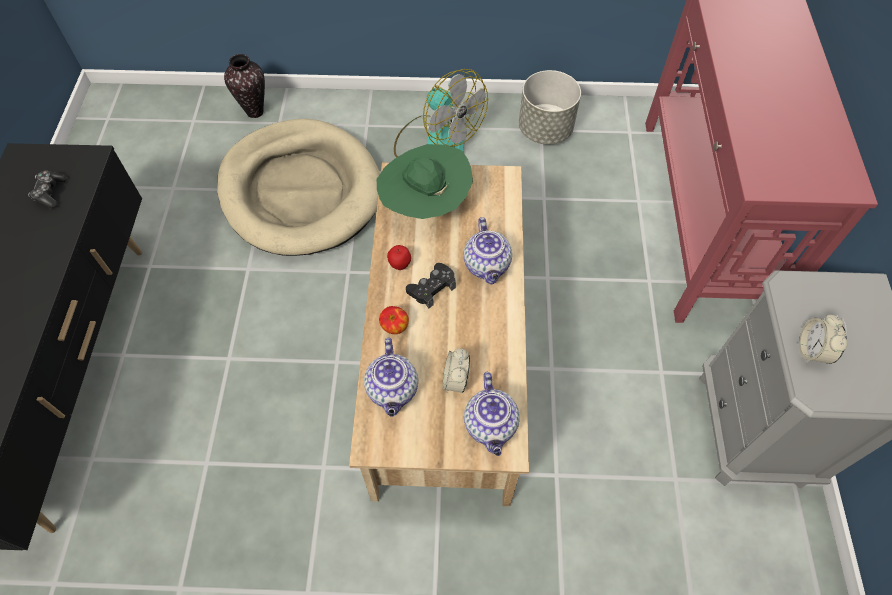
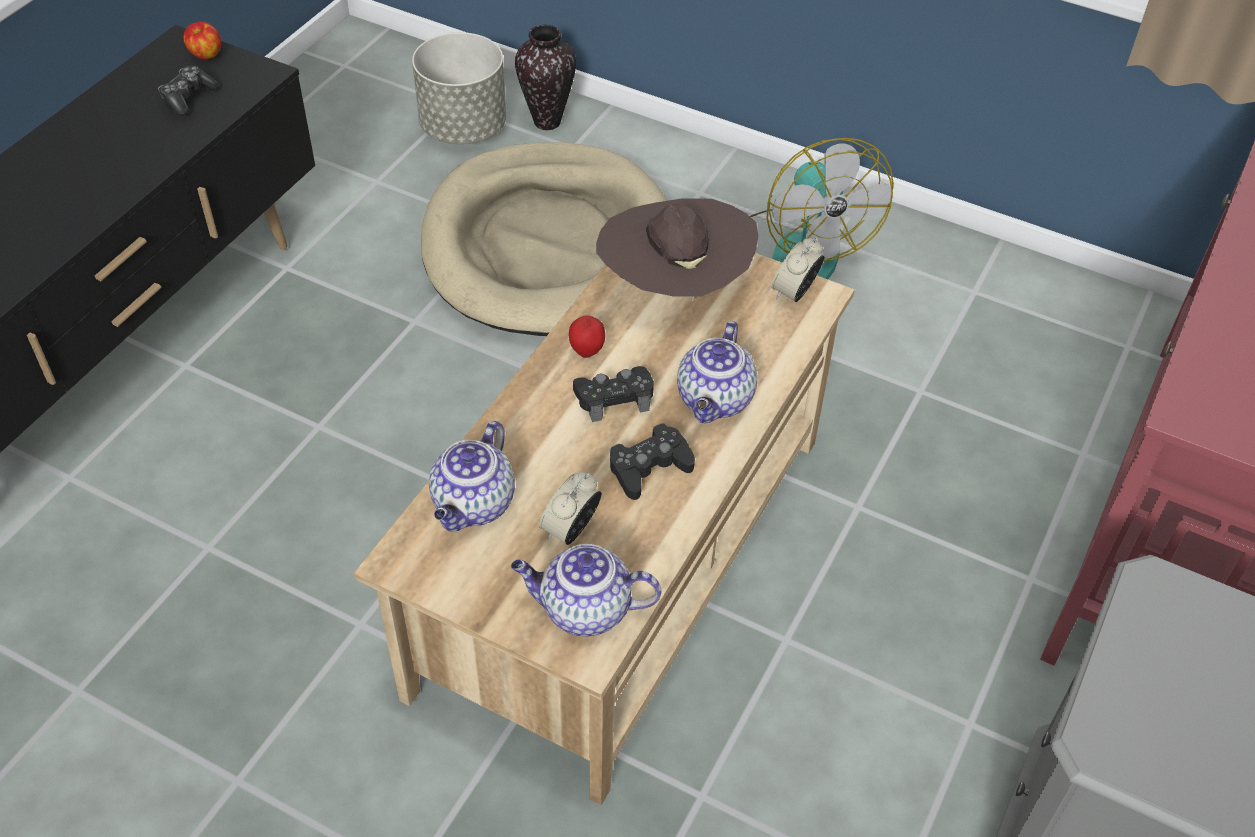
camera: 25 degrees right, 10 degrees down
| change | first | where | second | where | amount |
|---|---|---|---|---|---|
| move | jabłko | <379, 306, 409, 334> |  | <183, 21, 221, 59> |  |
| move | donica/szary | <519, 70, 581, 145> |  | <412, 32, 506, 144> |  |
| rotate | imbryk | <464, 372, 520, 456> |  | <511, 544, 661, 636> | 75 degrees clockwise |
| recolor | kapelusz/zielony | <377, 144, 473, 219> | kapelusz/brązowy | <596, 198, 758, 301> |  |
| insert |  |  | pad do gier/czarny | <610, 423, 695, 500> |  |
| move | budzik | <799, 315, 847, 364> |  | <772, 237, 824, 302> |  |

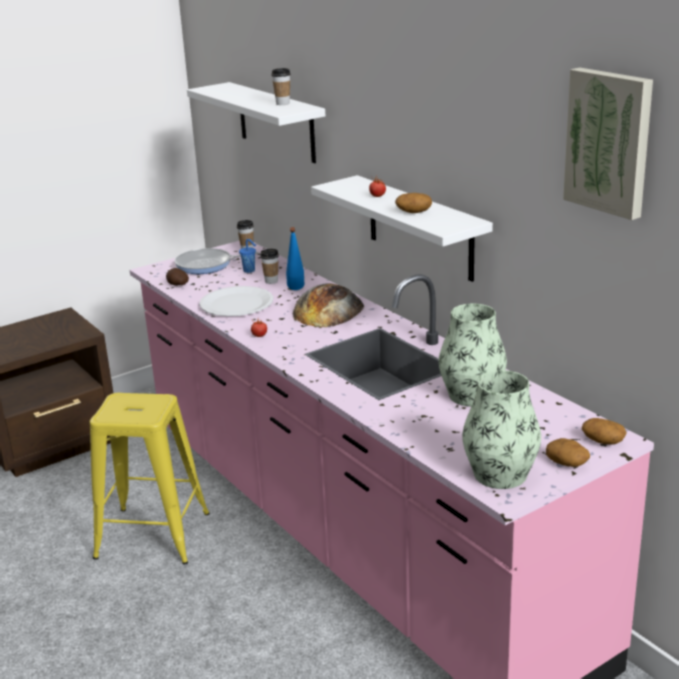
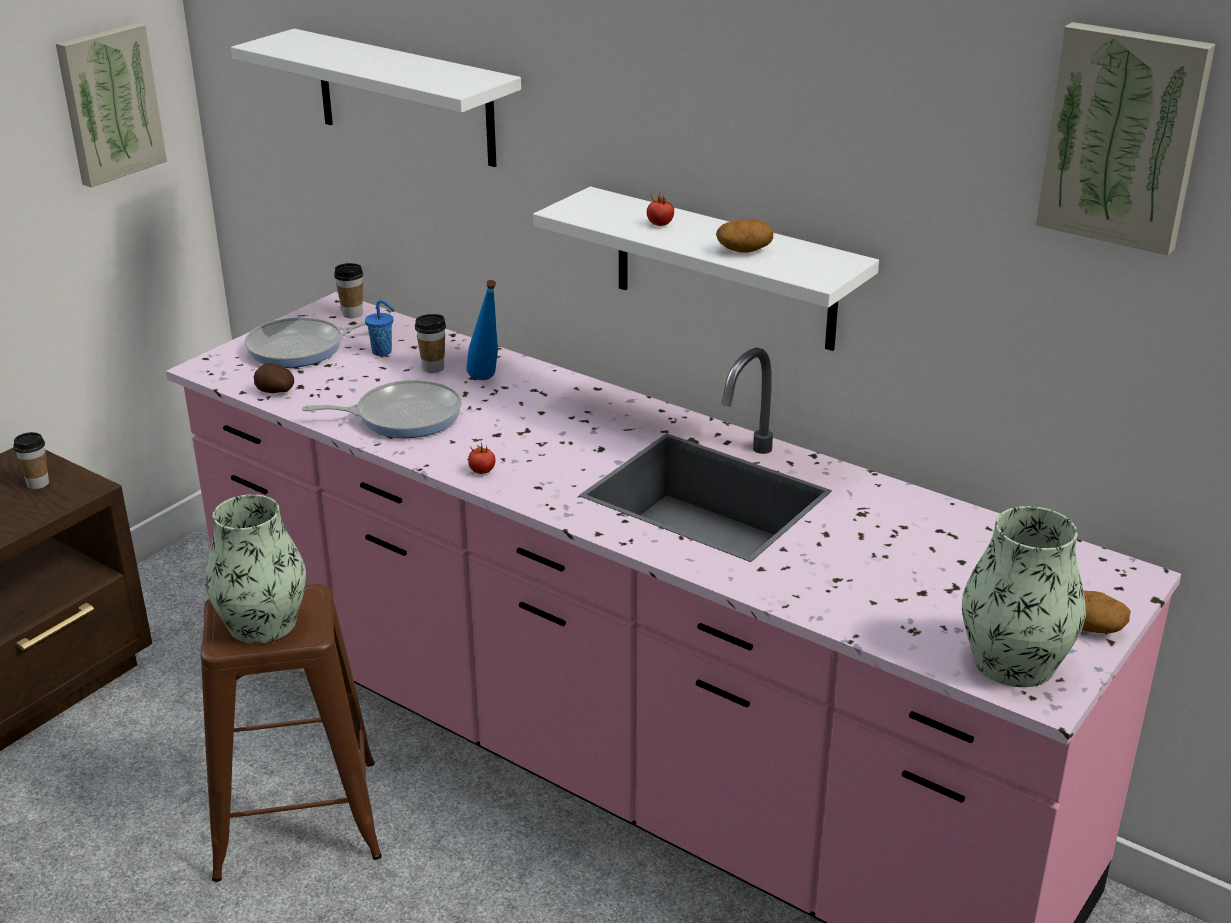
camera: 20 degrees left, 5 degrees up
| change | first | where | second | where | amount |
|---|---|---|---|---|---|
| move | filiżanka | <271, 68, 291, 105> |  | <13, 432, 49, 489> |  |
| insert |  |  | obraz | <56, 23, 167, 187> |  |
| recolor | stołek/żółty | <90, 393, 210, 564> | stołek/brązowy | <201, 584, 382, 882> |  |
| move | wazon | <439, 304, 507, 407> |  | <205, 494, 306, 644> |  |
| replace | talerz/biały | <199, 286, 273, 316> | patelnia | <302, 379, 462, 438> |  |
| delete | chleb | <293, 283, 365, 327> |  |  |  |
| delete | ziemniak | <582, 418, 627, 444> |  |  |  |

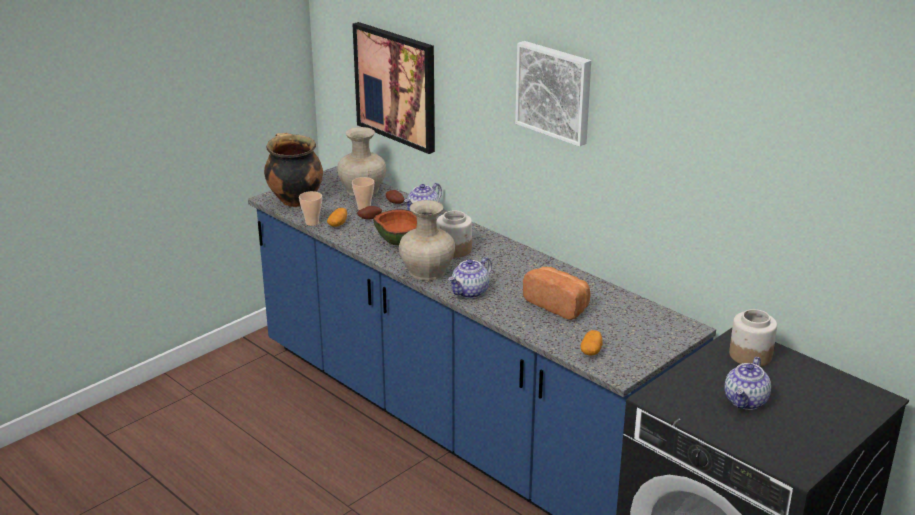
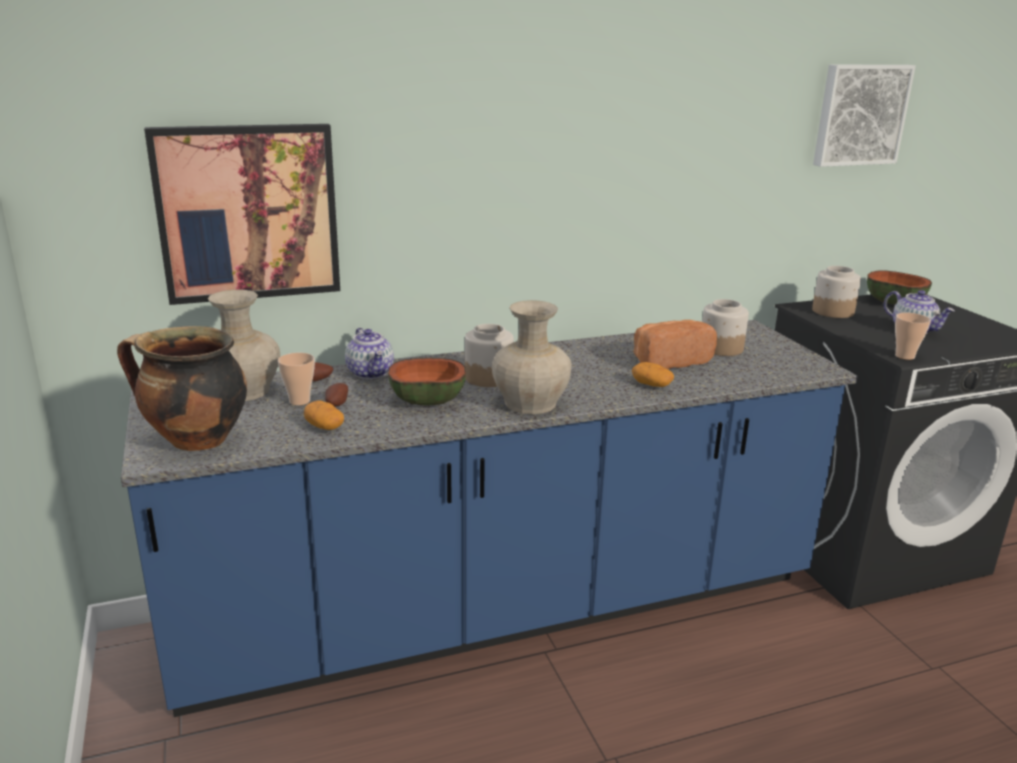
camera: 65 degrees left, 5 degrees down
| change | first | where | second | where | amount |
|---|---|---|---|---|---|
| move | ziemniak | <581, 330, 603, 356> |  | <632, 362, 674, 387> |  |
| insert |  |  | słoik | <702, 299, 749, 356> |  |
| move | obraz | <515, 41, 591, 147> |  | <813, 65, 916, 167> |  |
| insert |  |  | miska | <867, 271, 932, 305> |  |
| move | filiżanka | <299, 191, 322, 226> |  | <895, 313, 931, 360> |  |
| delete | imbryk | <448, 257, 492, 298> |  |  |  |

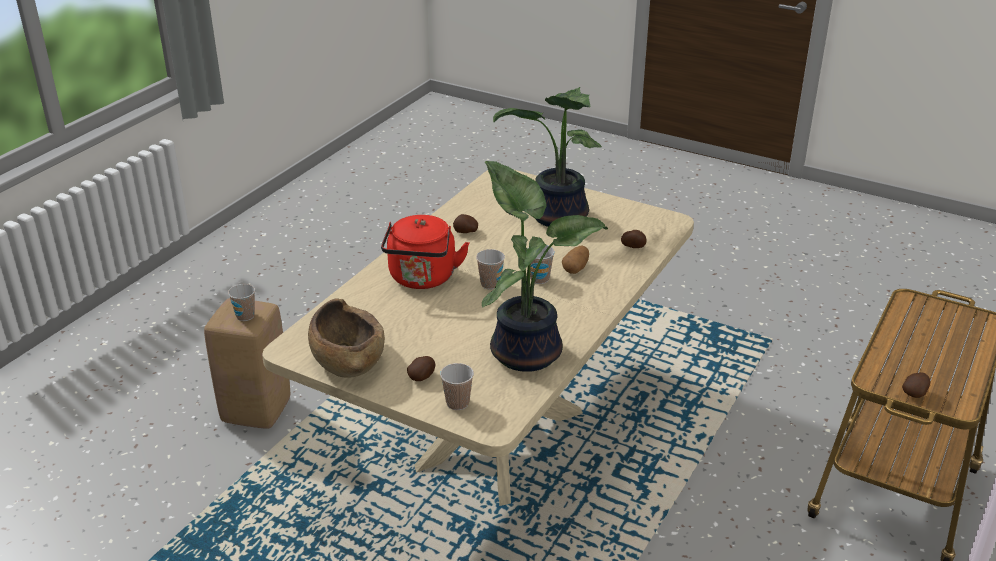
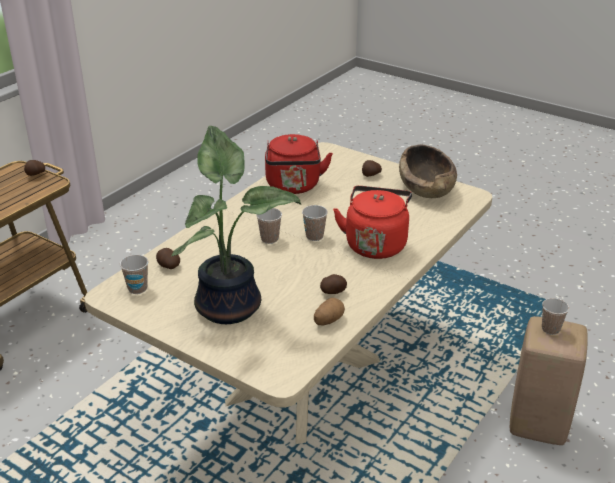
camera: 175 degrees left, 0 degrees up
| change | first | where | second | where | amount |
|---|---|---|---|---|---|
| move | filiżanka | <440, 363, 474, 410> |  | <120, 255, 148, 294> |  |
| replace | roślina doniczkowa | <482, 161, 608, 372> | czajnik/czerwony | <265, 134, 333, 194> |  |
| move | ziemniak | <562, 245, 589, 274> |  | <314, 298, 345, 326> |  |

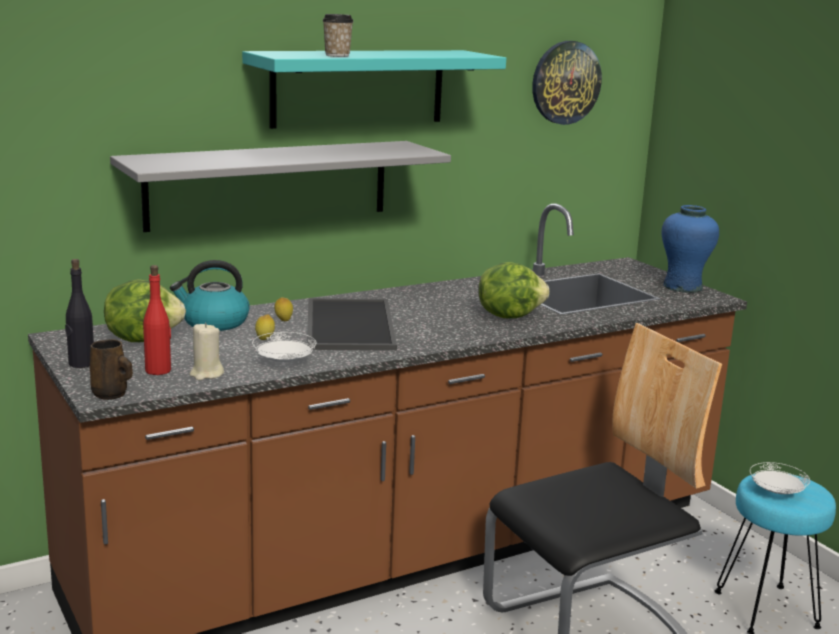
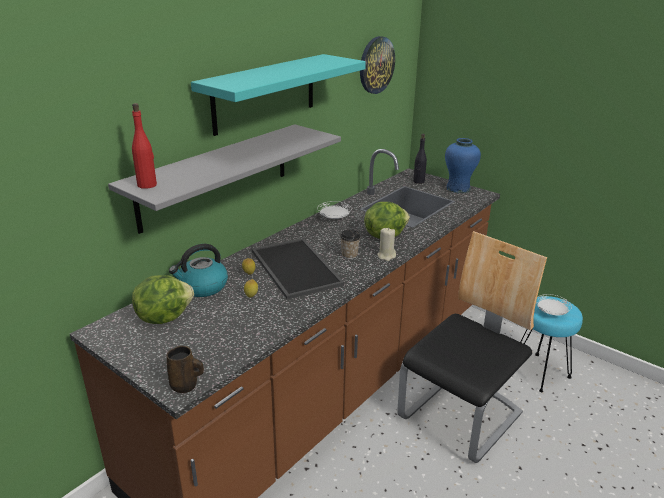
camera: 20 degrees left, 10 degrees up
| change | first | where | second | where | amount |
|---|---|---|---|---|---|
| move | butelka/czerwony | <143, 265, 171, 375> |  | <132, 103, 157, 189> |  |
| move | talerz/biały | <252, 332, 316, 363> |  | <317, 201, 352, 219> |  |
| move | filiżanka | <322, 14, 354, 57> |  | <340, 229, 360, 259> |  |
| move | świeca/beżowy | <189, 323, 224, 380> |  | <377, 228, 396, 261> |  |
| move | butelka/czarny | <65, 259, 94, 368> |  | <413, 134, 427, 184> |  |

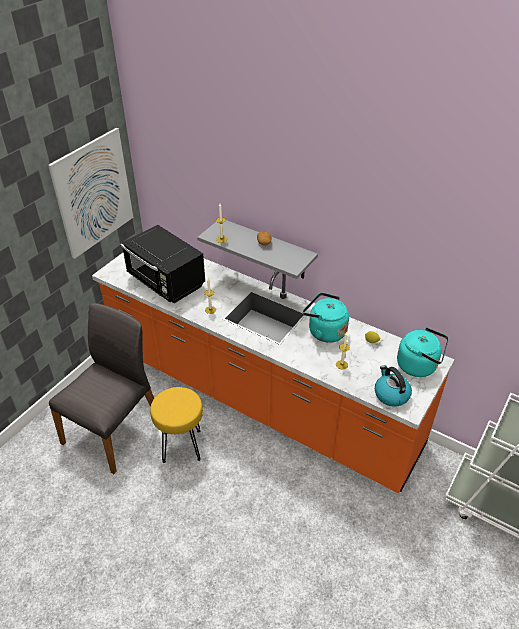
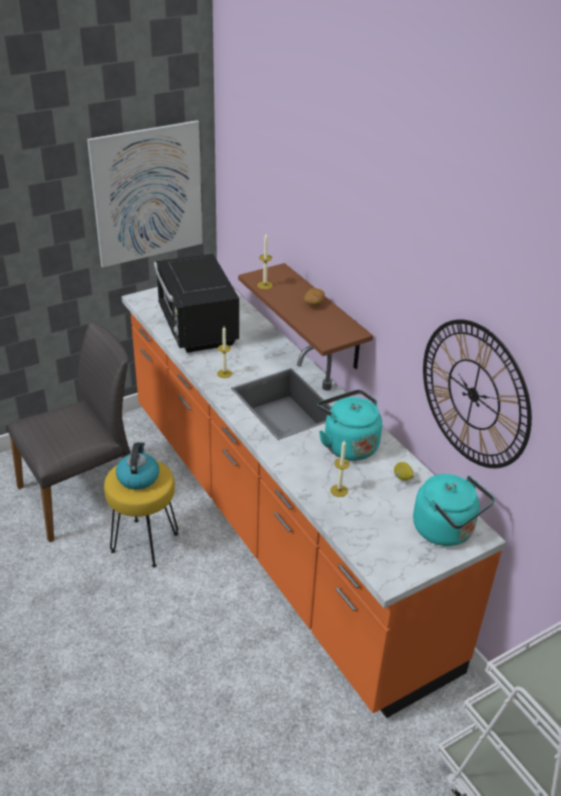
camera: 25 degrees right, 5 degrees down
| change | first | where | second | where | amount |
|---|---|---|---|---|---|
| move | czajnik | <375, 365, 412, 406> |  | <116, 442, 159, 490> |  |
| recolor | półka/szary | <197, 220, 318, 279> | półka/brązowy | <238, 263, 373, 369> |  |
| insert |  |  | zegar ścienny | <423, 319, 532, 468> |  |

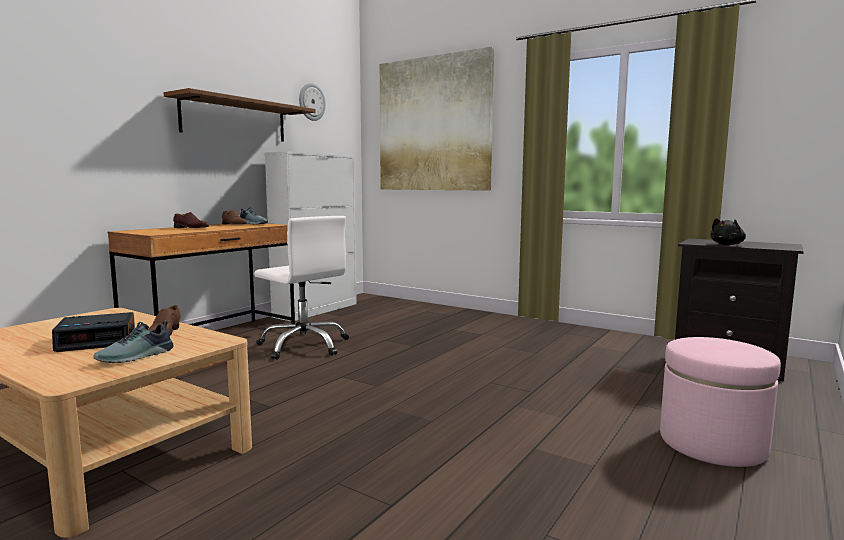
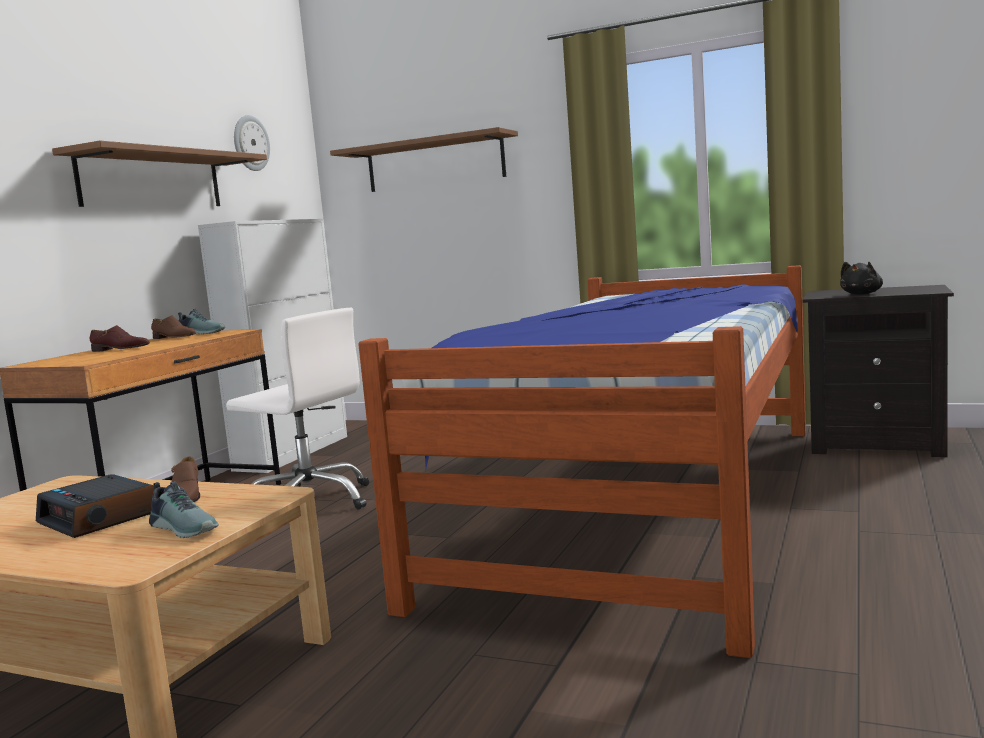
camera: 10 degrees left, 0 degrees up
| change | first | where | second | where | amount |
|---|---|---|---|---|---|
| rotate | budzik | <52, 312, 135, 352> |  | <36, 474, 154, 538> | 75 degrees clockwise |
| rotate | but | <94, 320, 173, 363> |  | <149, 481, 219, 538> | 75 degrees counterclockwise |
| replace | obraz | <380, 47, 494, 191> | półka/brązowy | <330, 127, 518, 192> |  |
| insert |  |  | łóżko | <358, 265, 806, 658> |  |
| delete | pufa/różowy | <660, 337, 781, 467> |  |  |  |

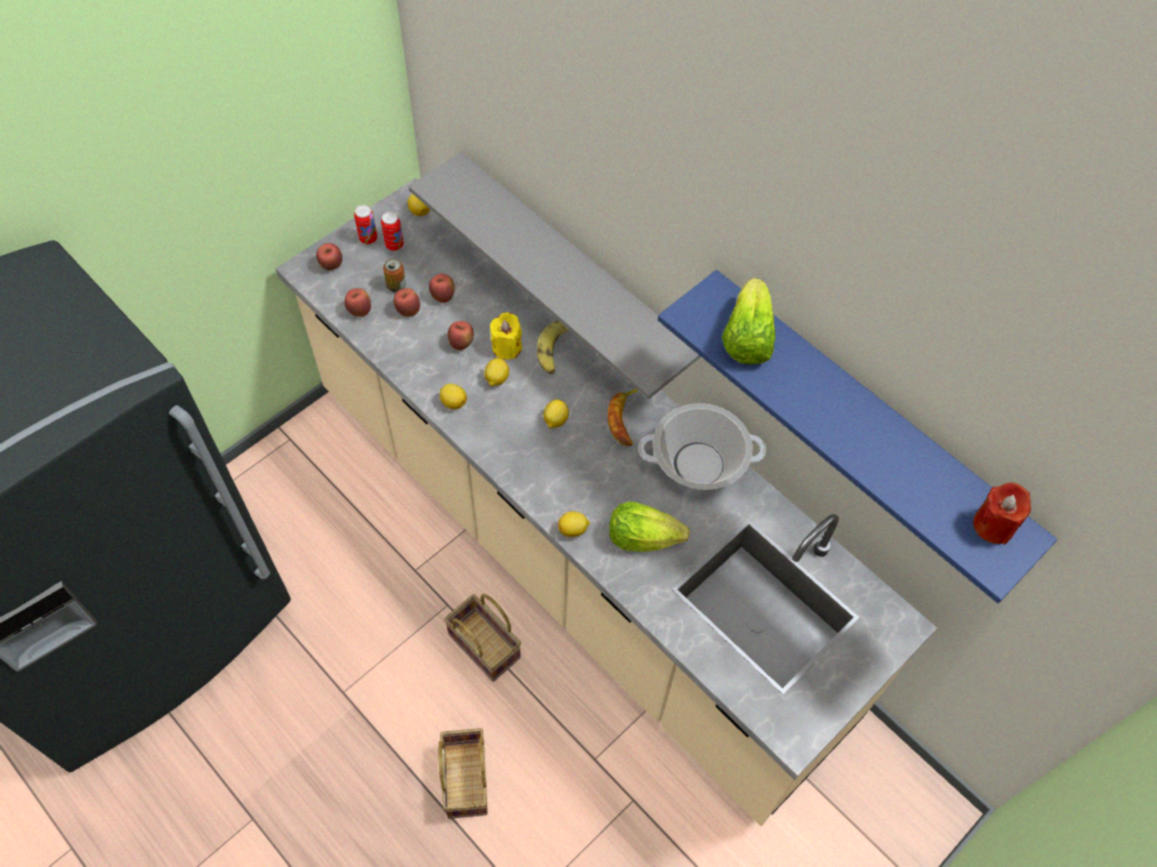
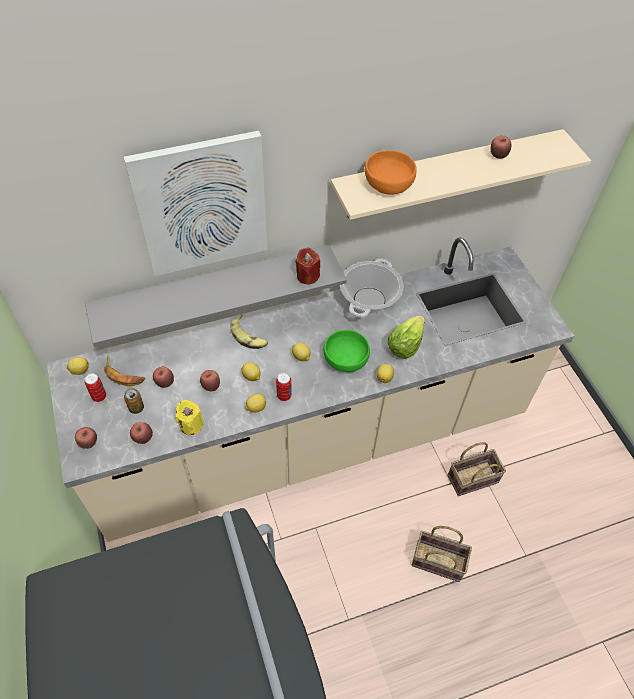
camera: 65 degrees left, 5 degrees down
| change | first | where | second | where | amount |
|---|---|---|---|---|---|
| move | banan | <608, 388, 638, 446> |  | <103, 356, 145, 386> |  |
| insert |  |  | obraz | <124, 131, 268, 276> |  |
| move | świeca/żółty | <490, 312, 522, 360> |  | <175, 400, 204, 435> |  |
| move | puszka | <354, 205, 377, 244> |  | <276, 373, 292, 401> |  |
| move | świeca/czerwony | <973, 482, 1031, 545> |  | <295, 247, 320, 285> |  |
| insert |  |  | miska/zielony | <323, 330, 370, 372> |  |
| recolor | półka/niebieski | <658, 270, 1057, 604> | półka/beżowy | <331, 129, 591, 220> |  |
| replace | sałata | <722, 278, 775, 364> | miska/pomarańczowy | <365, 150, 417, 195> |  |
| move | koszyk | <444, 594, 521, 682> |  | <448, 442, 506, 496> |  |
| move | jabłko | <394, 288, 420, 317> |  | <491, 135, 511, 159> |  |

